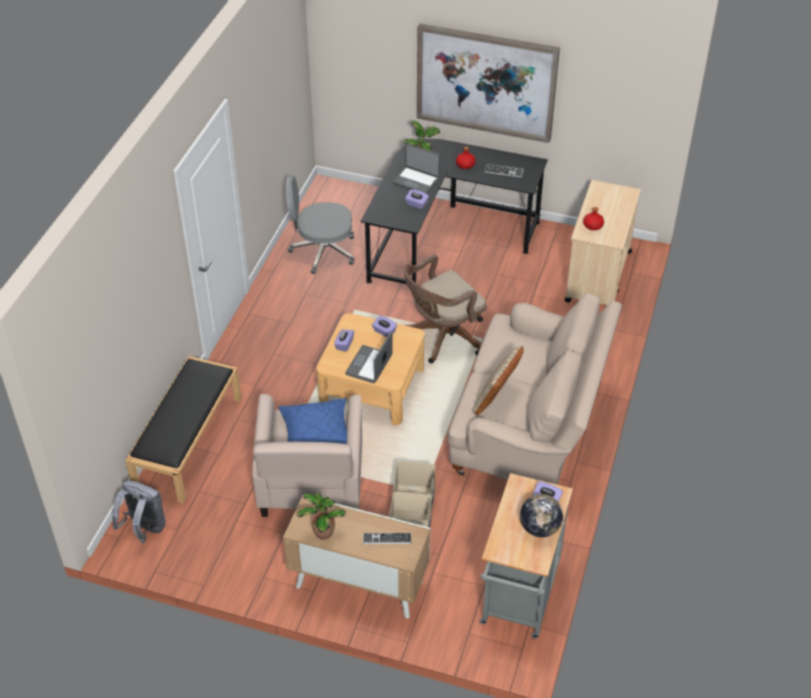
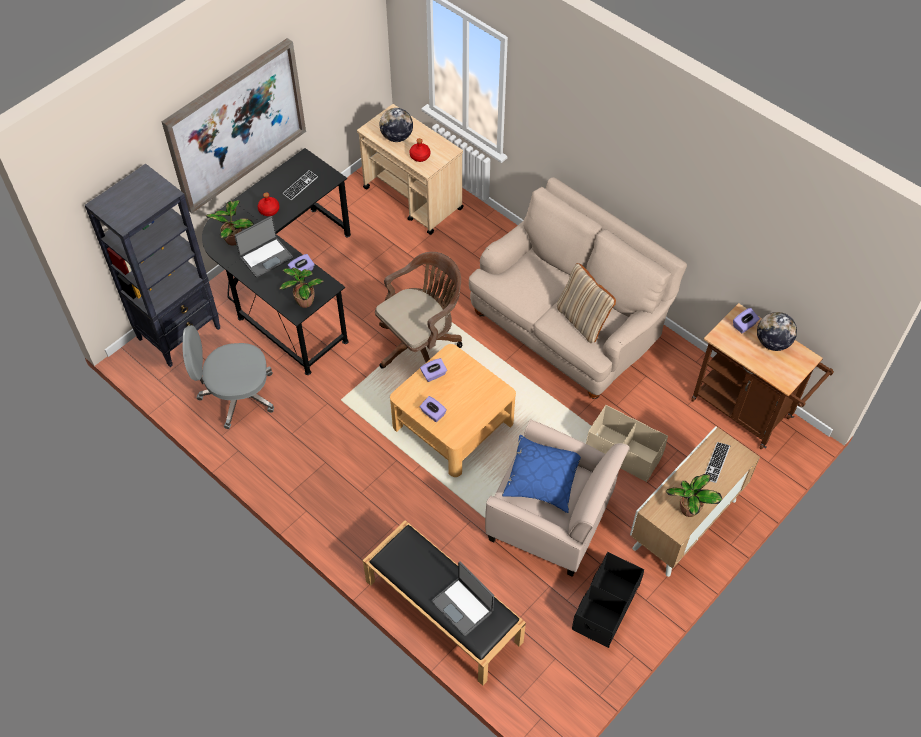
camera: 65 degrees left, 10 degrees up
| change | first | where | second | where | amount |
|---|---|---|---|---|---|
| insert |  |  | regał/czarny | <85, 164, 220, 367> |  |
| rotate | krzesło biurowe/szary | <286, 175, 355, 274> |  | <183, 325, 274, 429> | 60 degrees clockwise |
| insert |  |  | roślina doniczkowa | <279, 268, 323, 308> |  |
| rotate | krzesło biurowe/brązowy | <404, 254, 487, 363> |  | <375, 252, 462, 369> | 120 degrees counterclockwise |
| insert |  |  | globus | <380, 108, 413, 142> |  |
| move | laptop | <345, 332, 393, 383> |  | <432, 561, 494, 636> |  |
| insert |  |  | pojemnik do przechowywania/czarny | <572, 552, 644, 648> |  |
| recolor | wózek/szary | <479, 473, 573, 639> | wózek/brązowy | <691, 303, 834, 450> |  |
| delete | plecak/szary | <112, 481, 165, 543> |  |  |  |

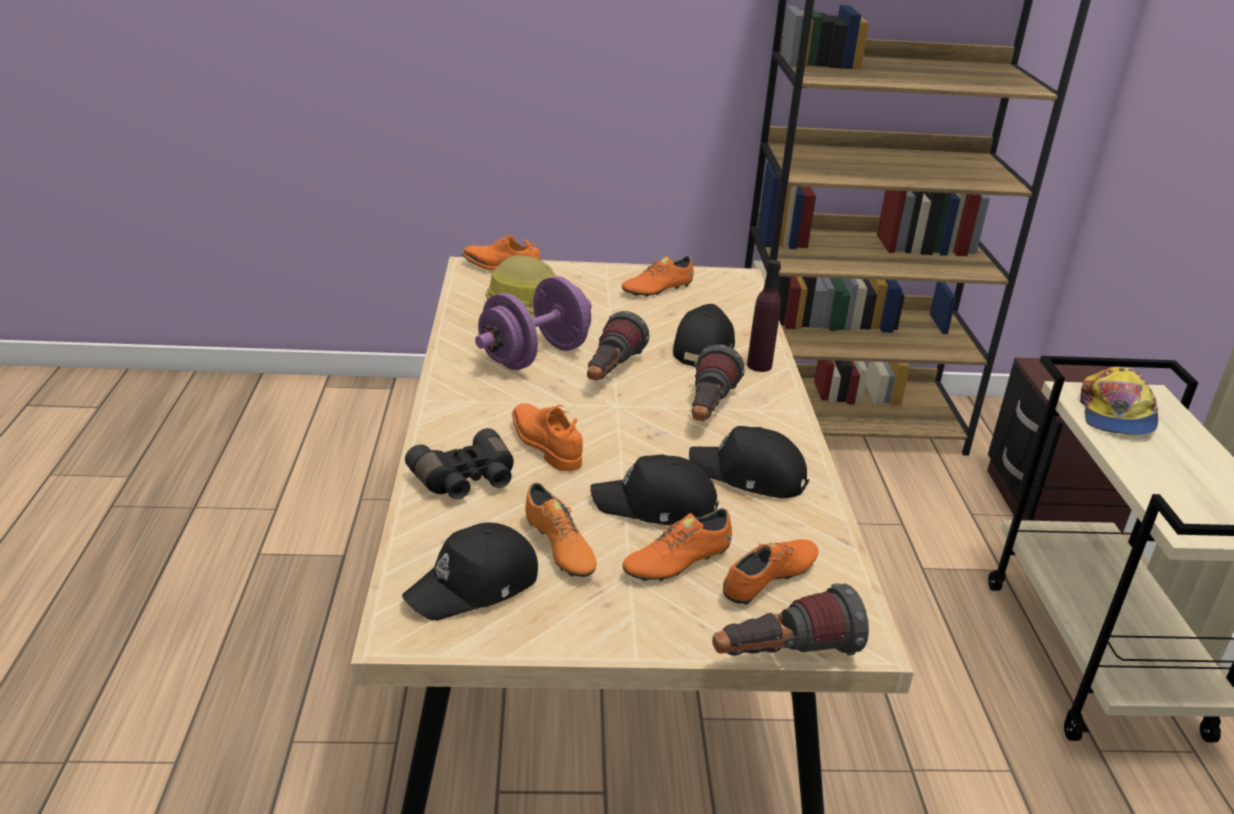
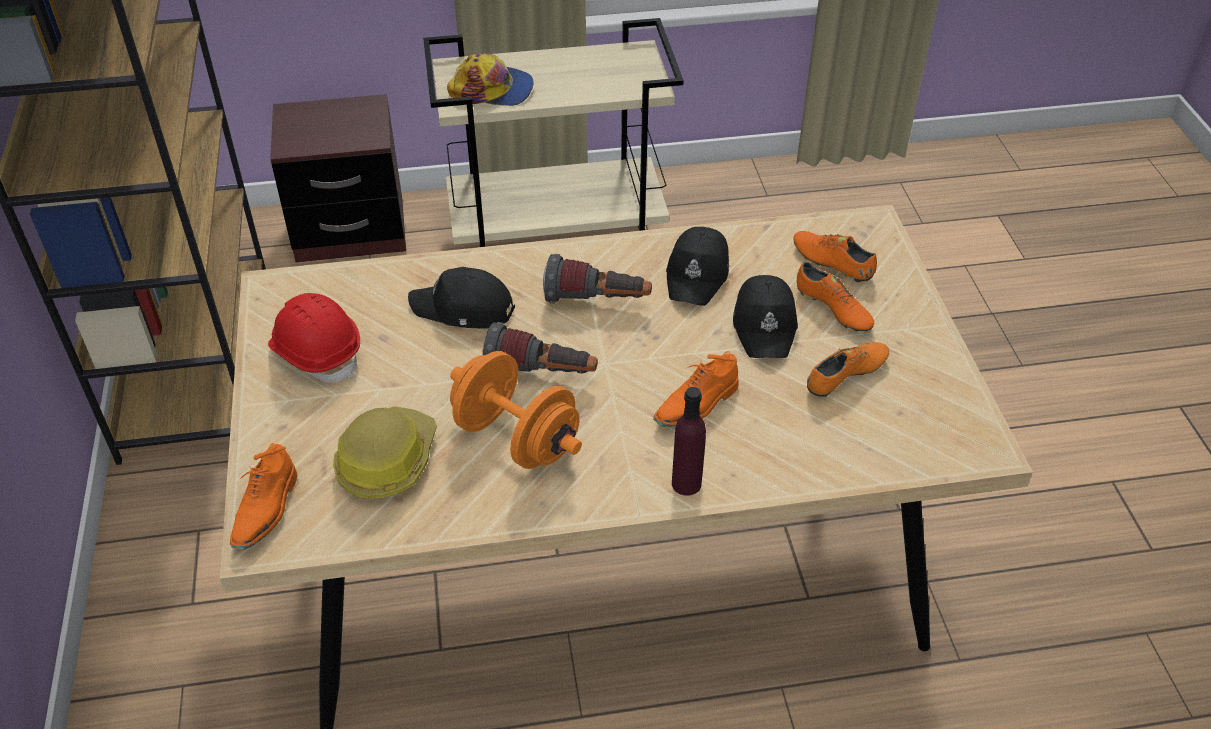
camera: 95 degrees left, 15 degrees up
| change | first | where | second | where | amount |
|---|---|---|---|---|---|
| replace | but/pomarańczowy | <622, 256, 694, 298> | kask/czerwony | <268, 293, 360, 382> |  |
| recolor | hantel/fioletowy | <475, 276, 592, 370> | hantel/pomarańczowy | <450, 351, 582, 469> |  |
| move | butelka/fioletowy | <747, 260, 781, 372> |  | <672, 387, 706, 496> |  |
| delete | czapka z daszkiem/czarny | <402, 522, 538, 620> |  |  |  |
| delete | lornetka/czarny | <405, 428, 514, 499> |  |  |  |
| delete | latarka | <712, 583, 869, 656> |  |  |  |

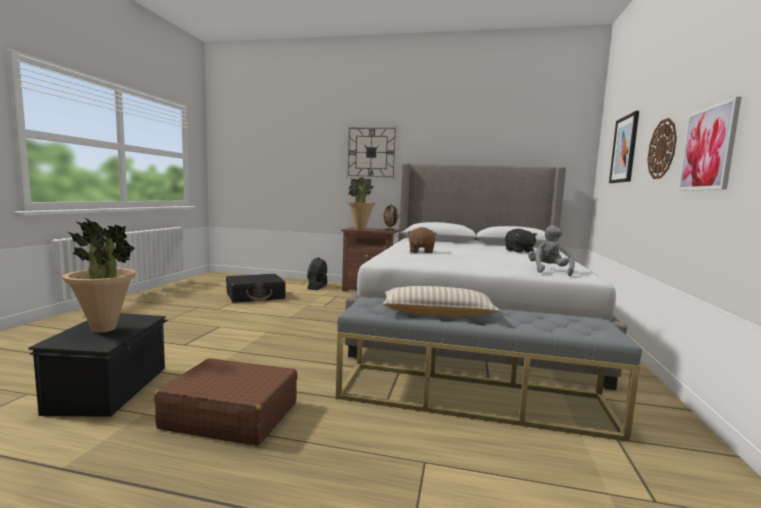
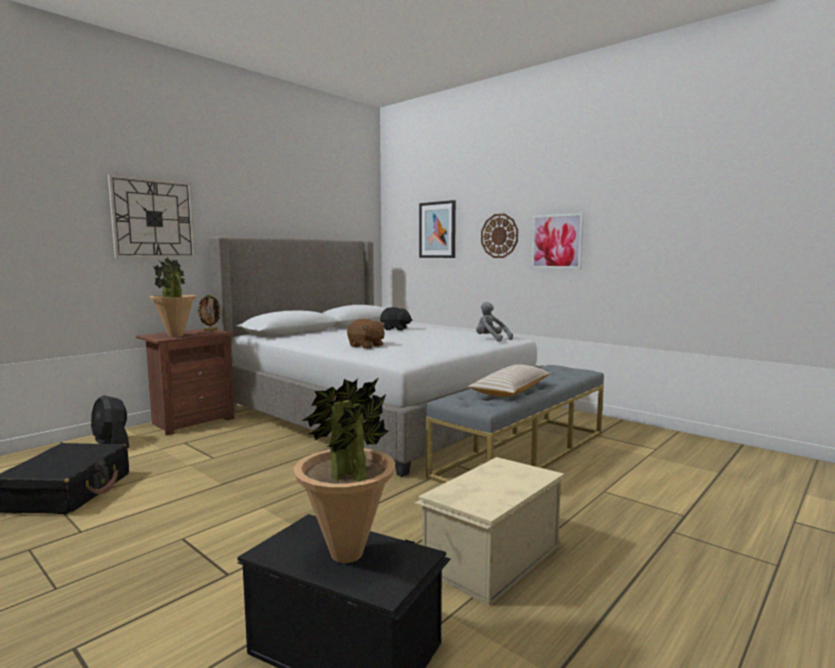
camera: 60 degrees left, 0 degrees up
| change | first | where | second | where | amount |
|---|---|---|---|---|---|
| replace | walizka/brązowy | <154, 358, 298, 446> | pojemnik do przechowywania/beżowy | <415, 457, 564, 606> |  |

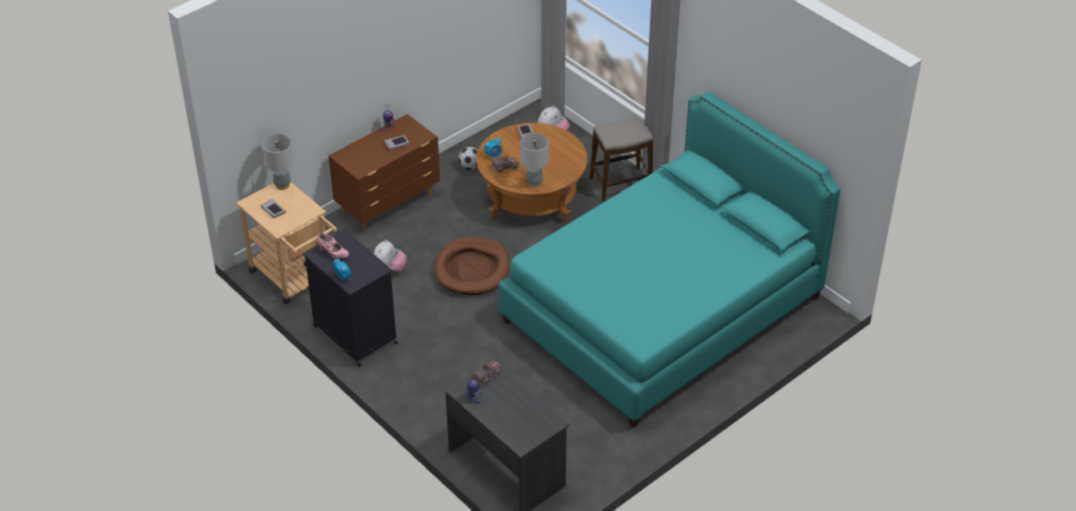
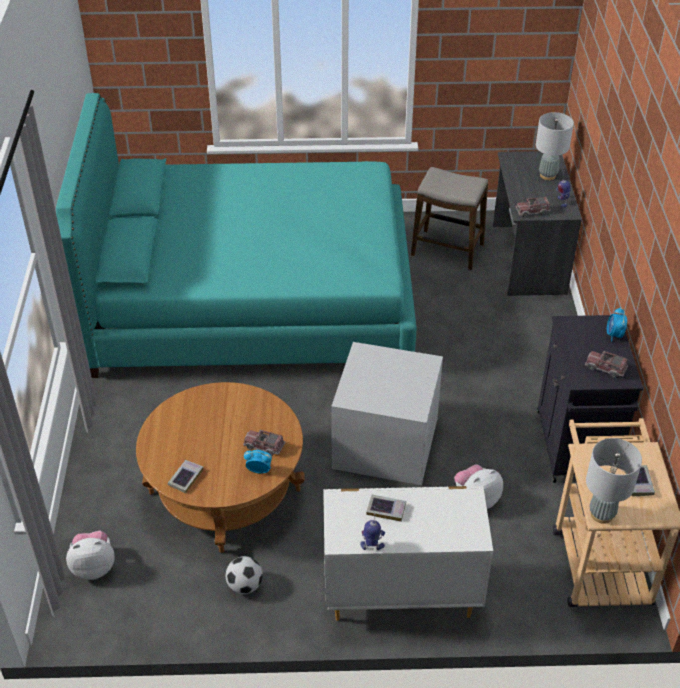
camera: 140 degrees left, 0 degrees up
| change | first | where | second | where | amount |
|---|---|---|---|---|---|
| recolor | komoda/brązowy | <329, 114, 440, 233> | komoda/biały | <323, 486, 493, 621> |  |
| replace | legowisko/brązowy | <434, 236, 510, 295> | pojemnik do przechowywania/szary | <331, 342, 443, 485> |  |
| move | stołek | <590, 117, 653, 202> |  | <411, 167, 488, 270> |  |
| move | lampa stołowa/szary | <520, 133, 549, 187> |  | <536, 112, 574, 180> |  |
| replace | but/różowy | <317, 233, 349, 258> | ciężarówka zabawkowa | <585, 351, 628, 378> |  |

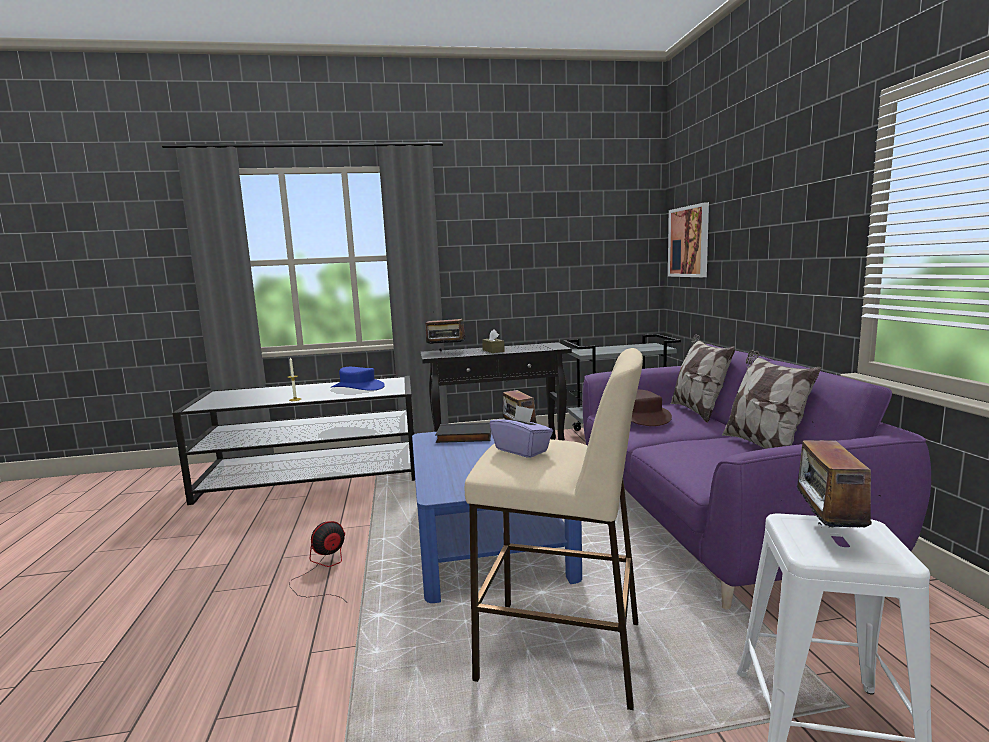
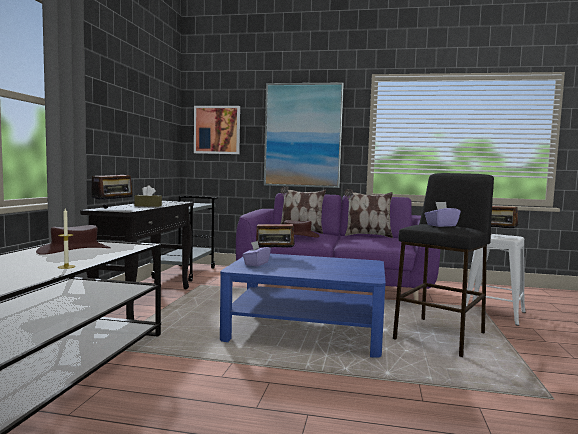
camera: 70 degrees left, 5 degrees down
| change | first | where | second | where | amount |
|---|---|---|---|---|---|
| recolor | kapelusz/niebieski | <331, 367, 385, 391> | kapelusz/brązowy | <36, 225, 111, 255> |  |
| replace | książka/czarny | <435, 423, 492, 443> | pudełko chusteczek/fioletowy | <242, 241, 271, 266> |  |
| insert |  |  | obraz | <264, 83, 344, 188> |  |
| recolor | stołek/beżowy | <465, 348, 643, 710> | stołek/czarny | <393, 173, 494, 357> |  |
| delete | wentylator | <289, 521, 345, 601> |  |  |  |

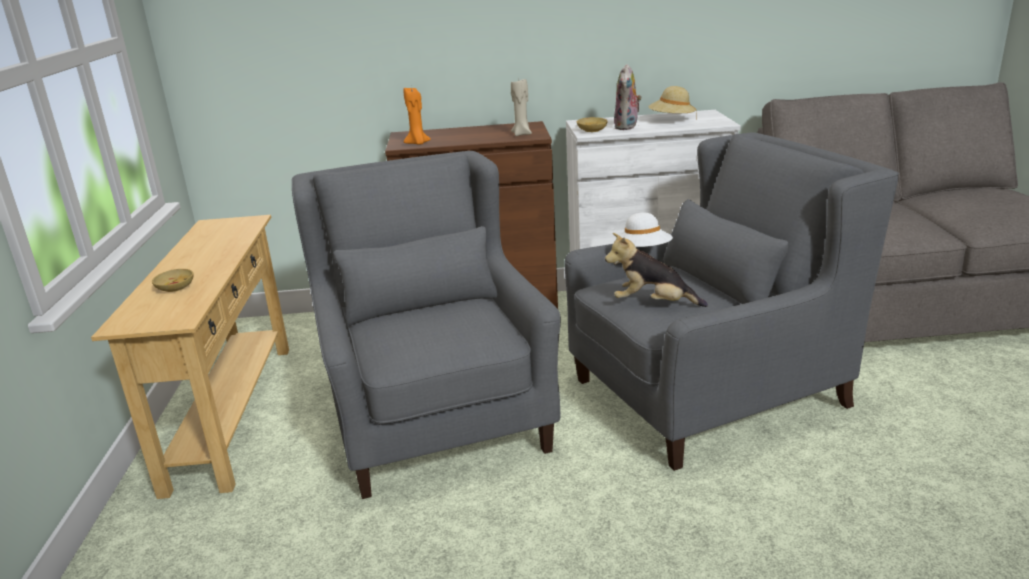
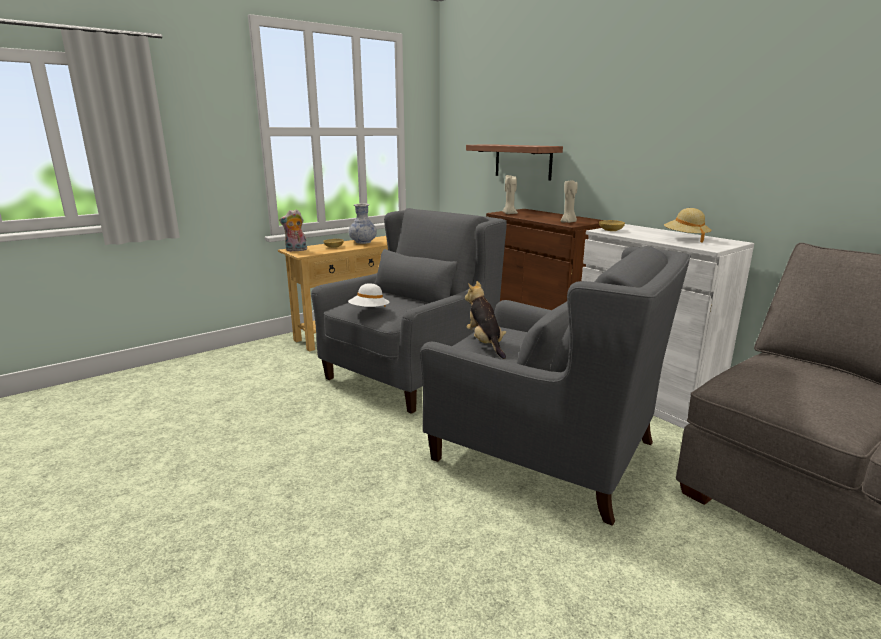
camera: 55 degrees right, 5 degrees down
| change | first | where | second | where | amount |
|---|---|---|---|---|---|
| move | pluszak | <614, 64, 642, 130> |  | <279, 209, 307, 251> |  |
| move | kapelusz/biały | <615, 212, 673, 247> |  | <348, 283, 389, 307> |  |
| insert |  |  | wazon | <349, 203, 377, 244> |  |
| insert |  |  | półka | <466, 144, 563, 180> |  |
| recolor | świeca/pomarańczowy | <403, 88, 431, 145> | świeca/beżowy | <502, 175, 518, 214> |  |

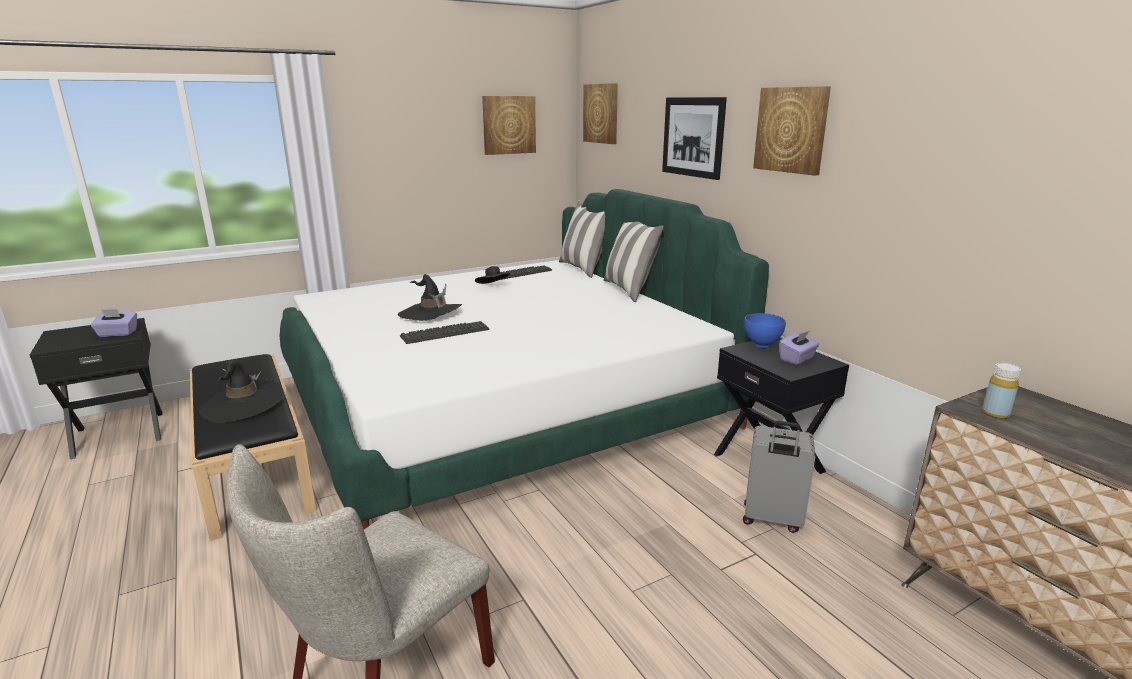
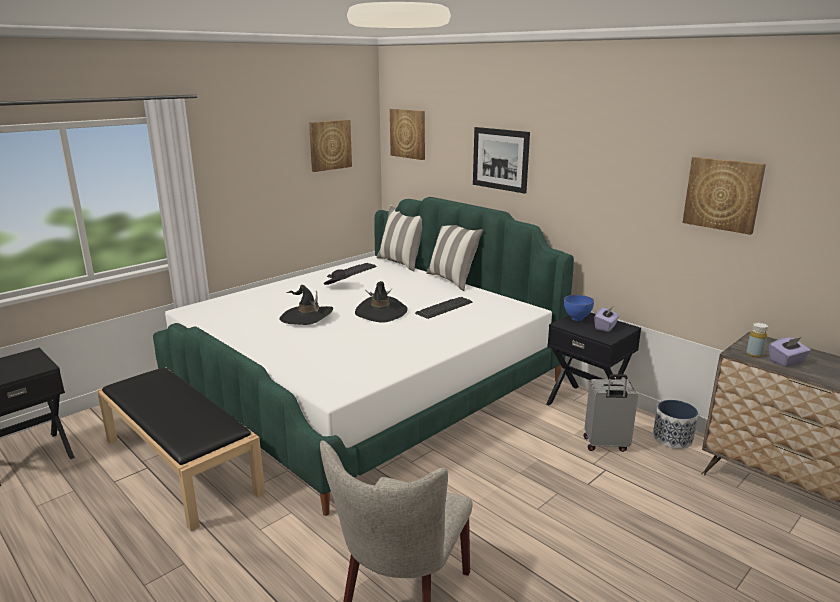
camera: 15 degrees left, 0 degrees up
| change | first | where | second | where | amount |
|---|---|---|---|---|---|
| move | kapelusz/czarny | <198, 360, 284, 423> |  | <355, 281, 407, 323> |  |
| move | klawiatura | <400, 321, 489, 344> |  | <415, 297, 472, 319> |  |
| insert |  |  | donica | <653, 400, 698, 449> |  |
| move | obraz | <753, 86, 831, 175> |  | <682, 157, 766, 235> |  |
| move | pudełko chusteczek/fioletowy | <91, 309, 137, 337> |  | <769, 337, 811, 367> |  |

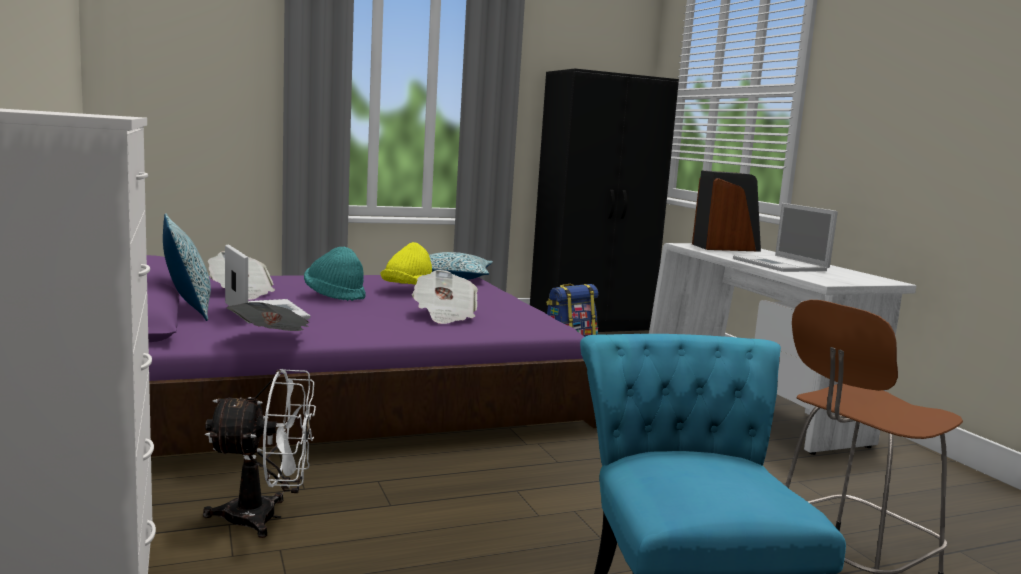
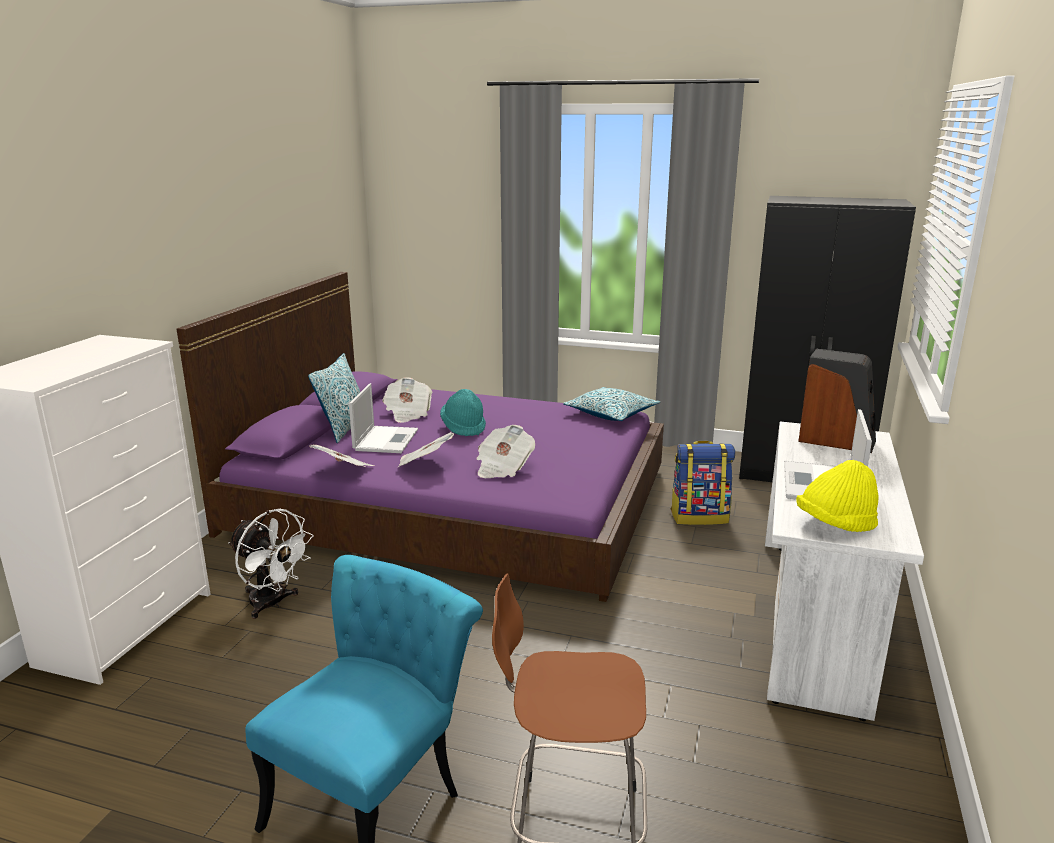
camera: 40 degrees right, 10 degrees up
| change | first | where | second | where | amount |
|---|---|---|---|---|---|
| insert |  |  | gazeta | <398, 432, 454, 467> |  |
| move | kapelusz/żółty | <381, 242, 432, 285> |  | <796, 460, 878, 532> |  |

